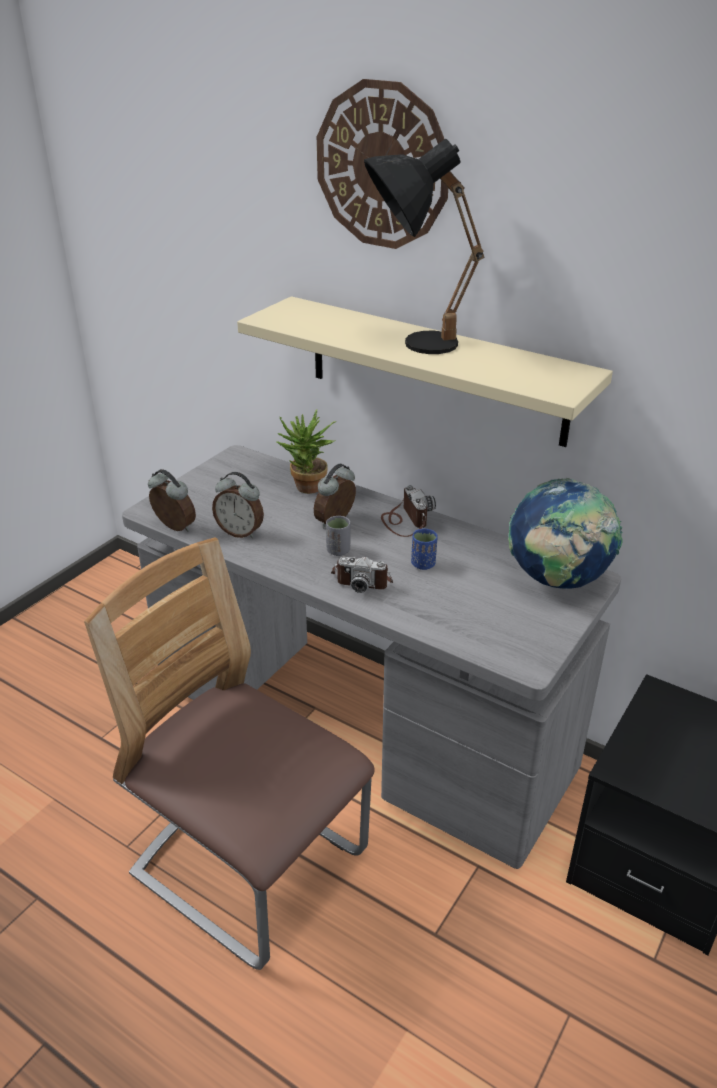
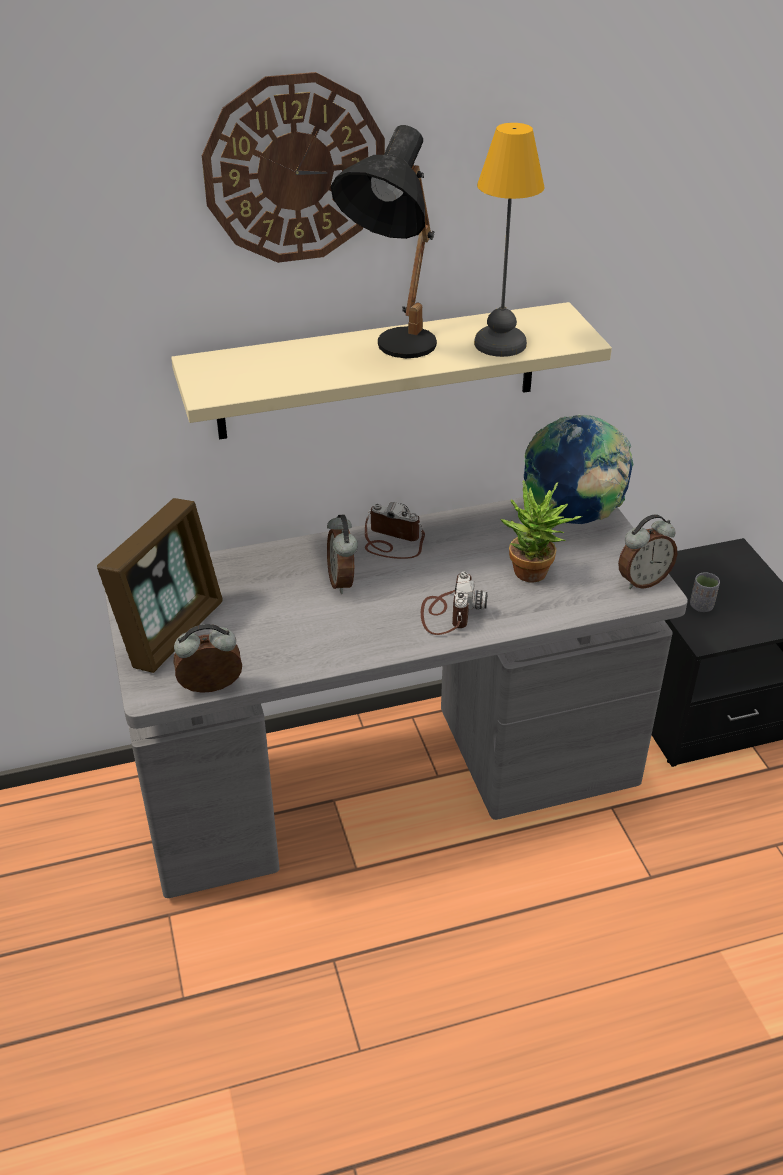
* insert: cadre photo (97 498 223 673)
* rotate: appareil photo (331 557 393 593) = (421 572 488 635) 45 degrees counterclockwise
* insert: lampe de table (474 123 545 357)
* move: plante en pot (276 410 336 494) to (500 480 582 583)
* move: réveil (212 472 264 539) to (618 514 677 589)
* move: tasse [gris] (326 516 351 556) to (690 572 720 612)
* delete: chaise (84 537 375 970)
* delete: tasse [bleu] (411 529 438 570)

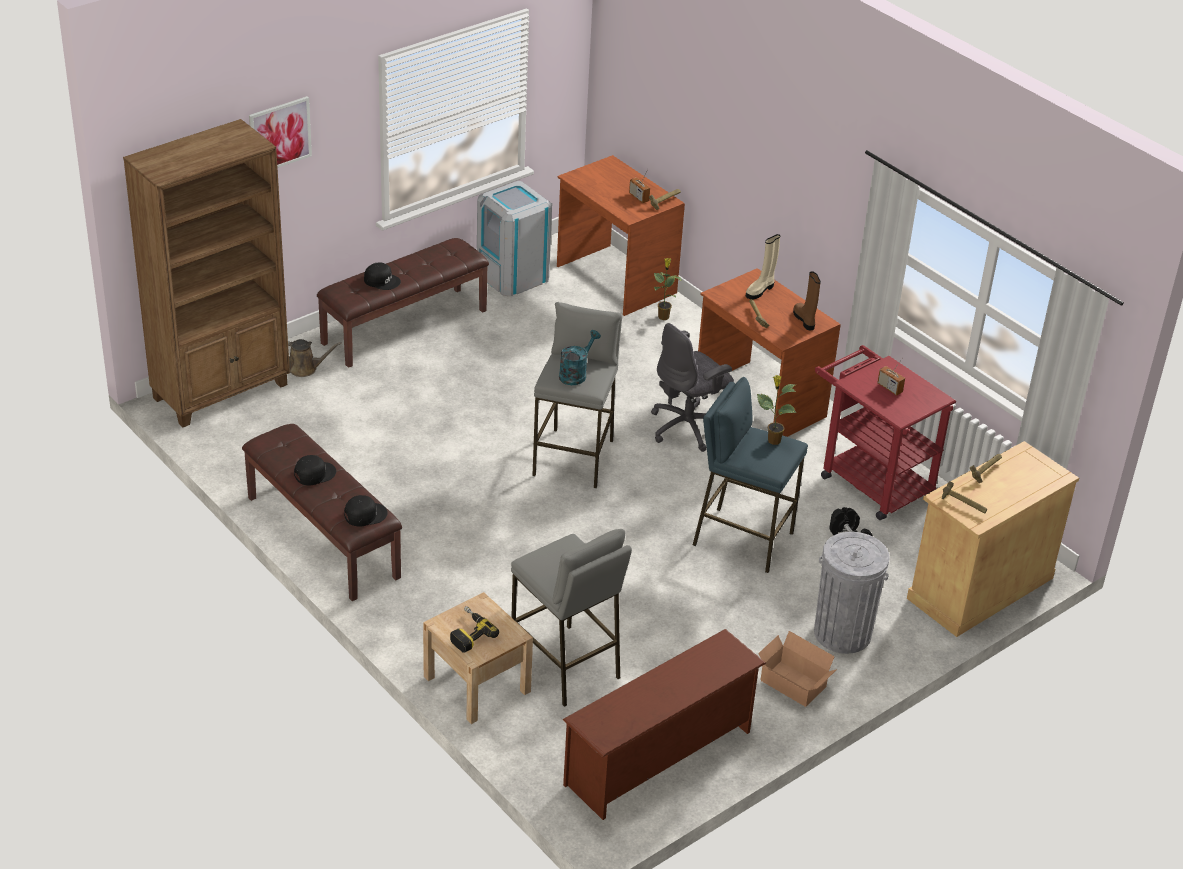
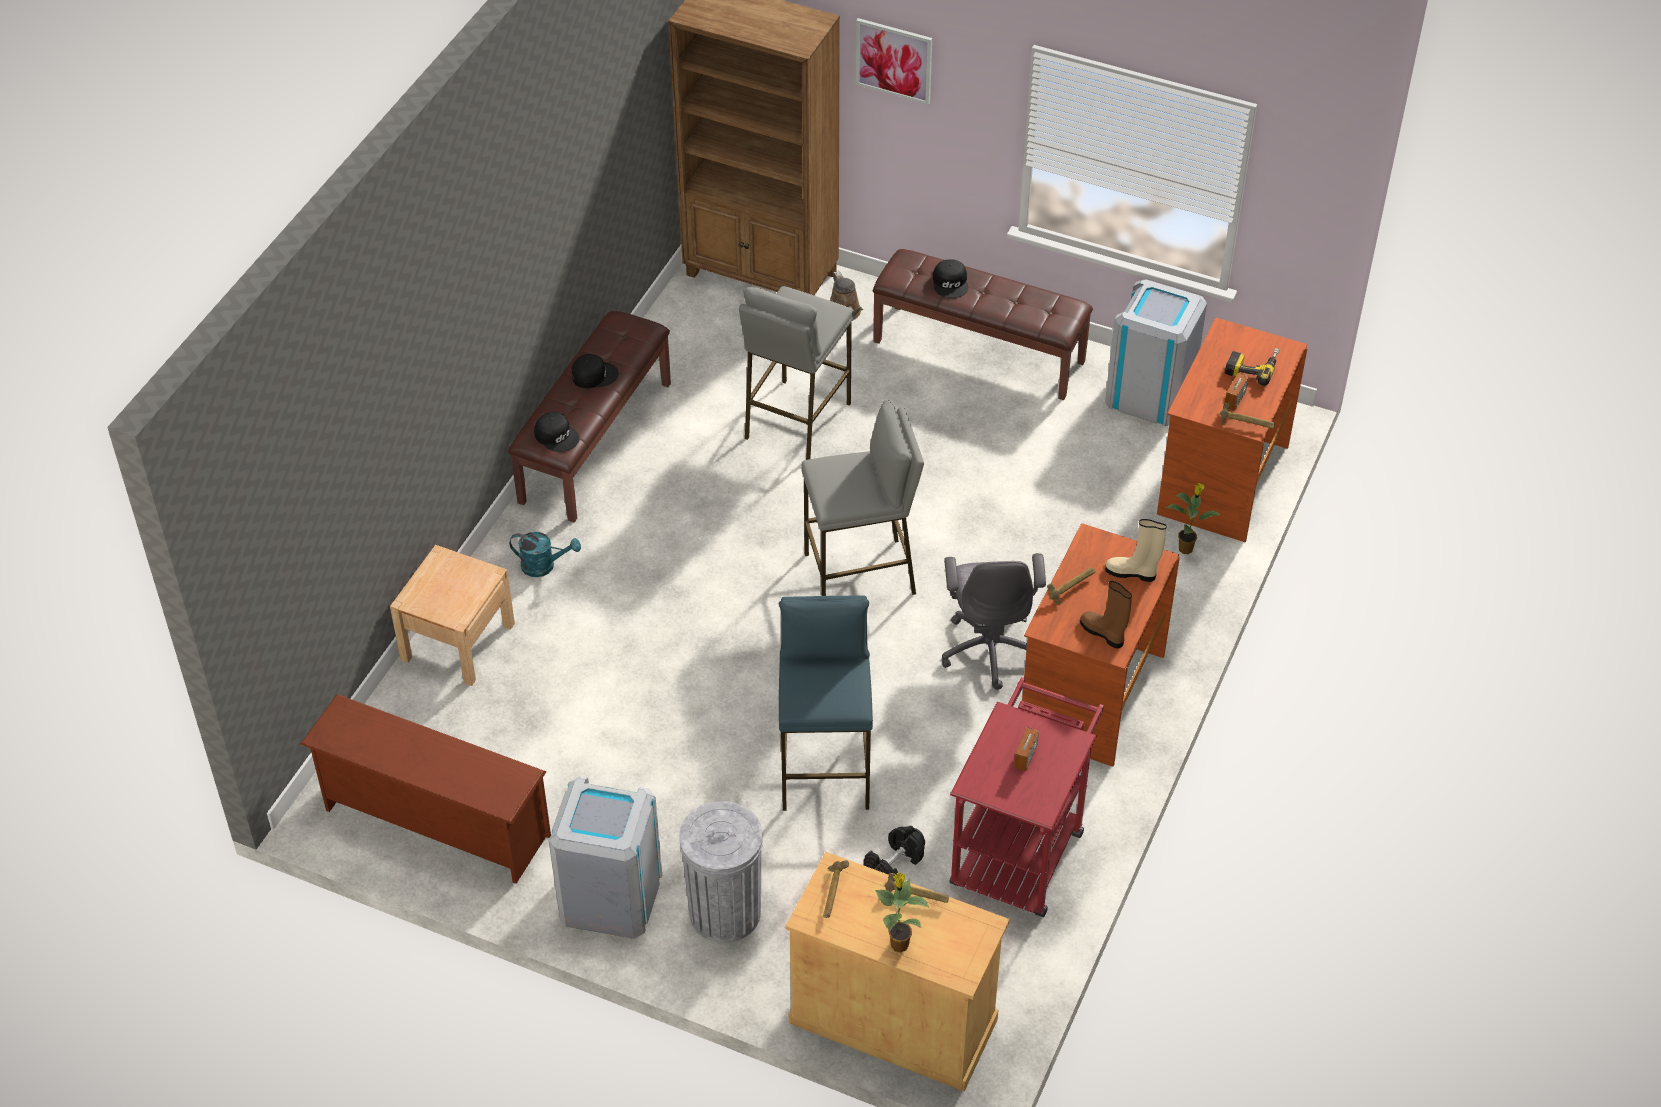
* move: arrosoir [turquoise] (559 330 601 385) to (509 532 581 577)
* replace: carton (758 631 837 707) to poubelle [gris] (549 777 662 939)
* rotate: casquette [noir] (294 455 336 485) = (572 354 618 388) 45 degrees counterclockwise
* move: tabouret [gris] (511 529 632 707) to (739 286 853 460)
* move: plante en pot (757 375 797 445) to (875 872 930 952)
* rotate: chaise de bureau [gris] (651 323 734 452) = (941 553 1046 690) 120 degrees counterclockwise
* rotate: botte [marron] (793 271 821 330) = (1080 581 1132 648) 90 degrees counterclockwise
* move: perceuse (450 606 499 653) to (1225 348 1280 386)

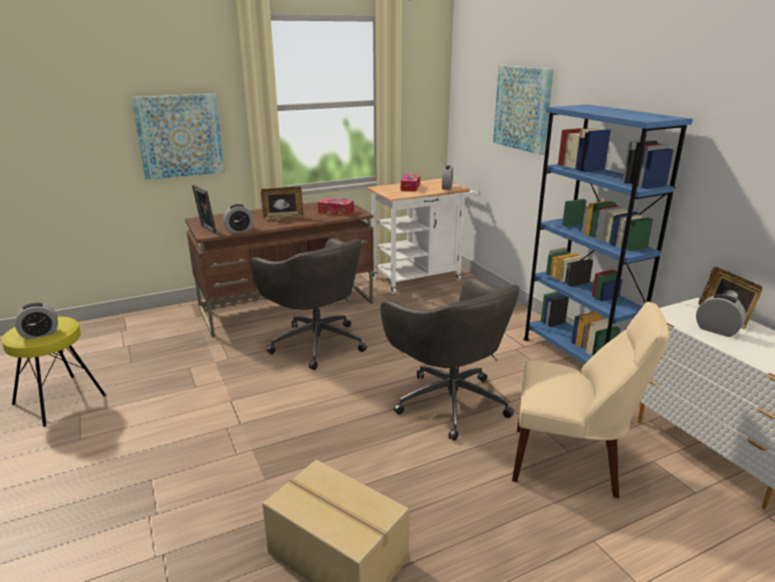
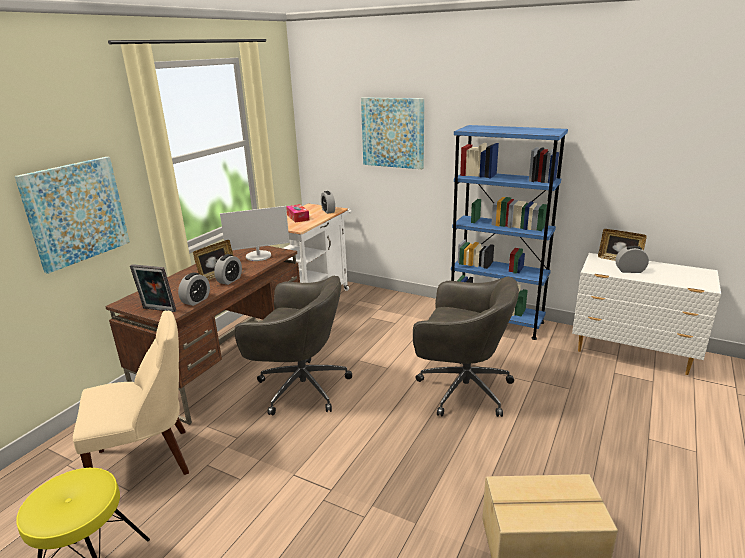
* move: chaise [beige] (512 302 669 498) to (73 311 189 475)
* move: réveil (15 303 58 339) to (214 254 242 285)
* replace: boîte à mouchoirs (318 198 354 216) to écran d'ordinateur (220 206 290 261)

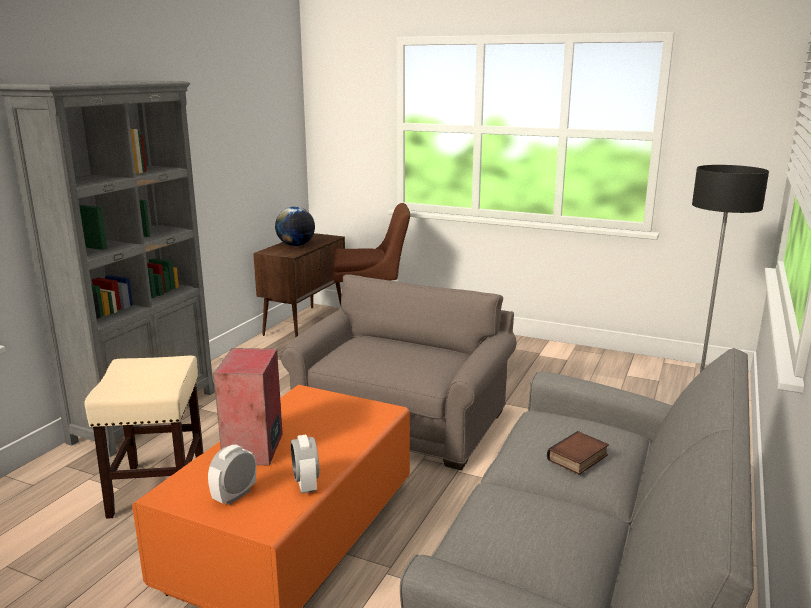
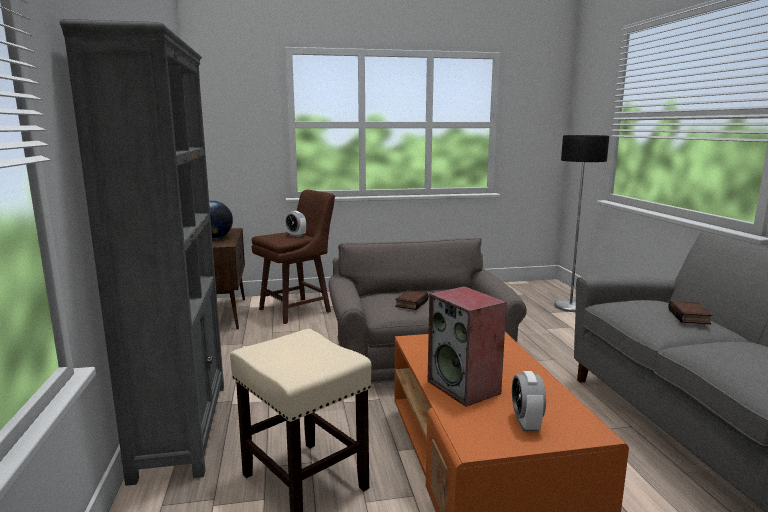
* move: réveil (291 435 319 494) to (286 211 306 237)
* insert: livre (395 290 429 310)

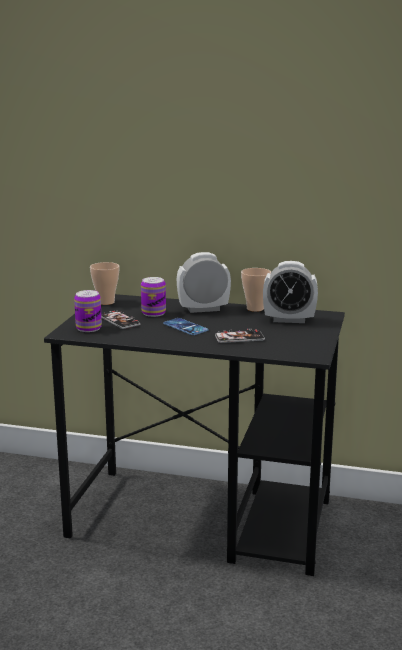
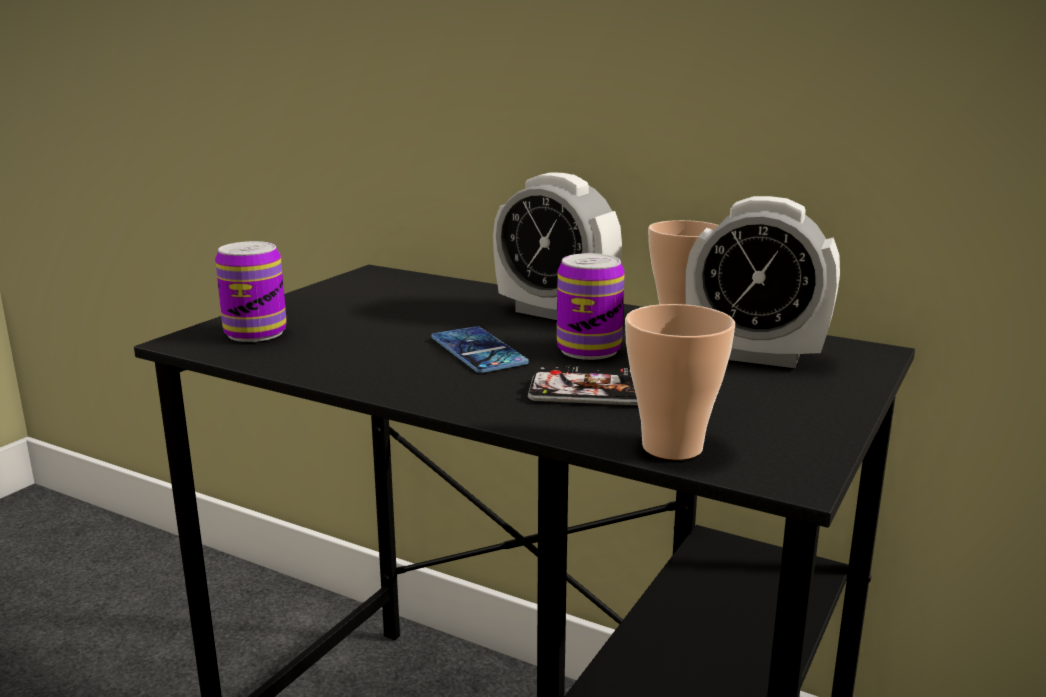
* rotate: réveil (177 252 231 313) = (493 172 622 320) 150 degrees counterclockwise
* move: boîte métallique (141 277 166 317) to (557 253 625 360)
* move: tasse (90 262 120 305) to (625 304 735 460)
* delete: téléphone (101 310 140 329)

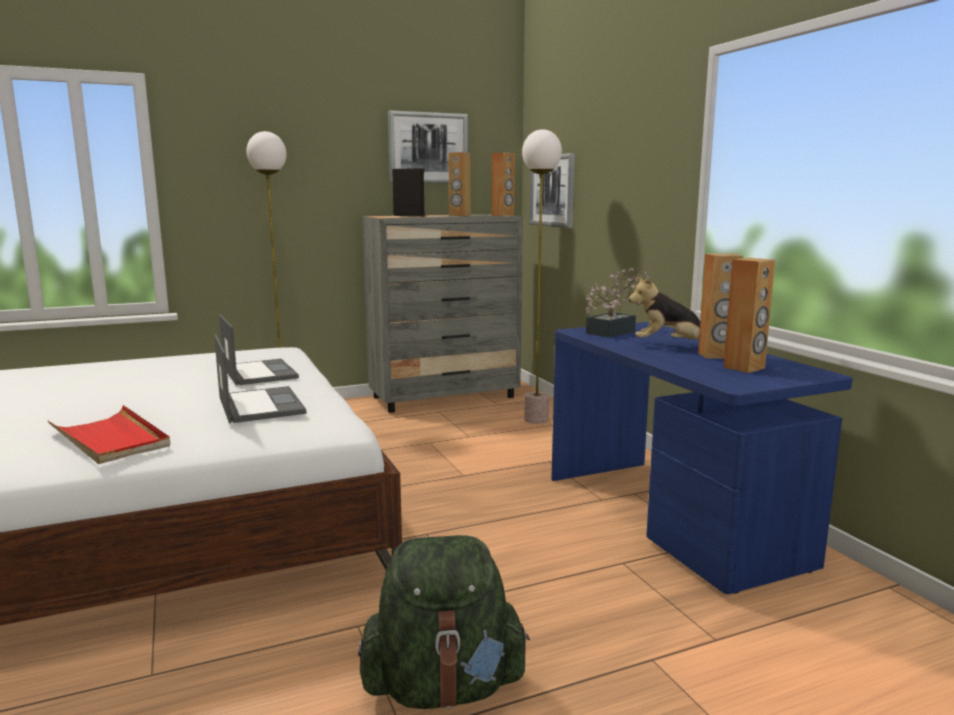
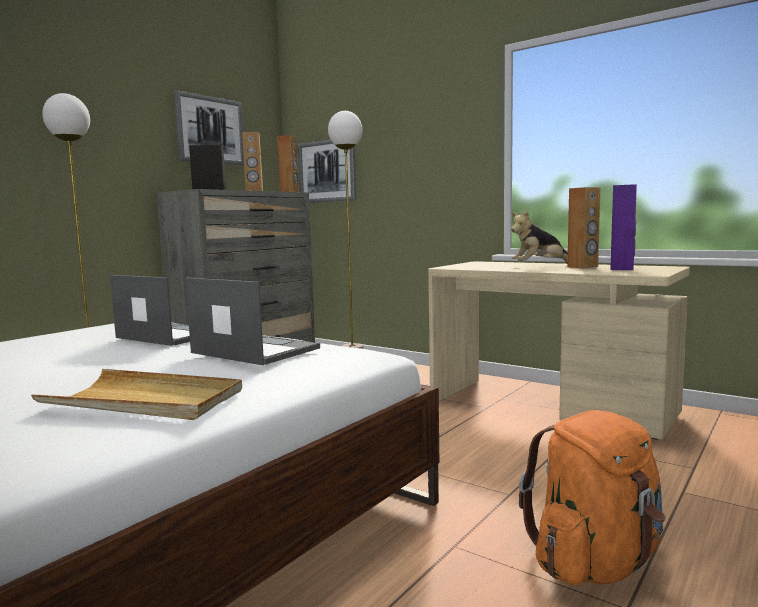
* recolor: plateau [rouge] (48 405 170 464) to plateau [beige] (31 369 242 420)
* recolor: bureau [bleu] (551 322 853 594) to bureau [beige] (428 261 690 440)
* recolor: sac à dos [vert] (358 535 530 709) to sac à dos [orange] (519 410 666 585)
* recolor: enceinte [marron] (723 258 775 373) to enceinte [violet] (610 184 637 270)
* delete: plante en pot (586 268 648 338)

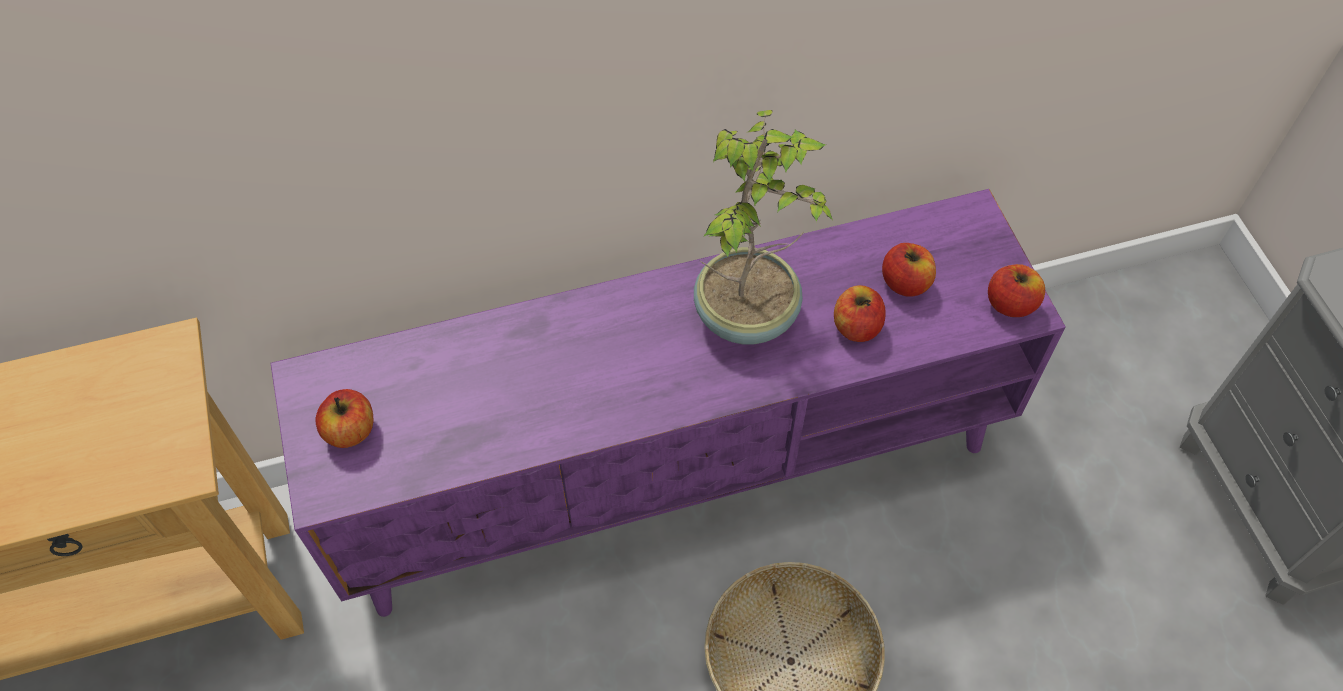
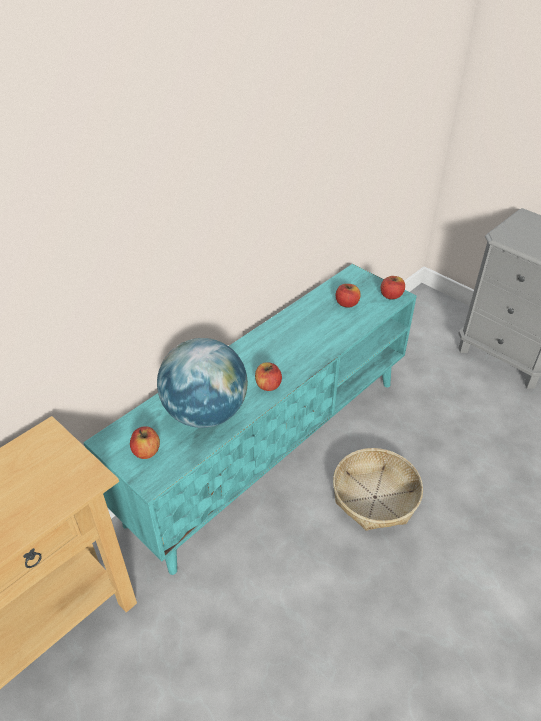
* recolor: meuble télé [violet] (271 189 1066 617) to meuble télé [turquoise] (83 264 417 575)
* insert: globe (157 338 248 428)
* move: pomme (834 285 886 342) to (255 362 282 391)
* delete: plante en pot (694 110 833 344)

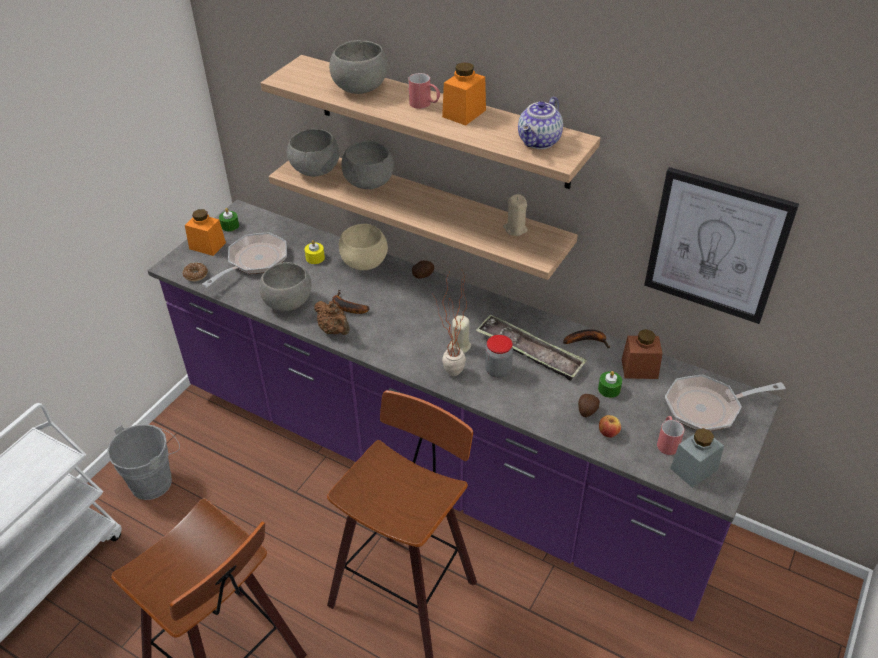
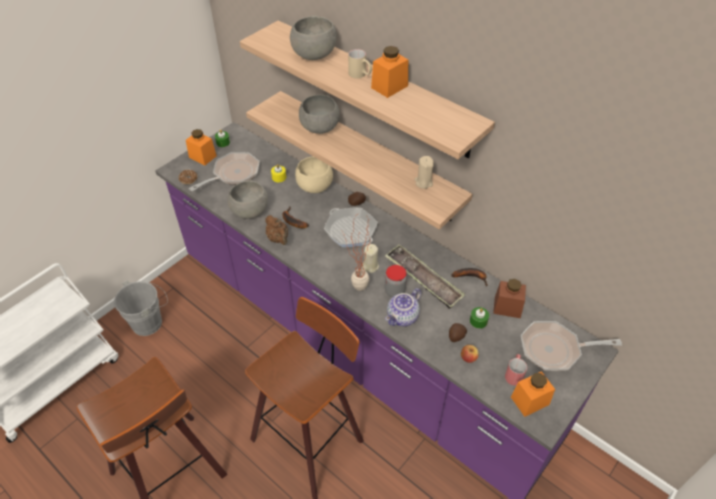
* insert: poêle (324 207 378 247)
* recolor: mug [rouge] (408 73 440 109) to mug [beige] (348 49 372 79)
* move: théière (518 96 563 149) to (385 288 421 326)
* recolor: bocal [gris] (670 428 724 488) to bocal [orange] (511 371 555 417)
* delete: bol [gris] (287 129 340 177)
* delete: tableau (644 167 799 324)

